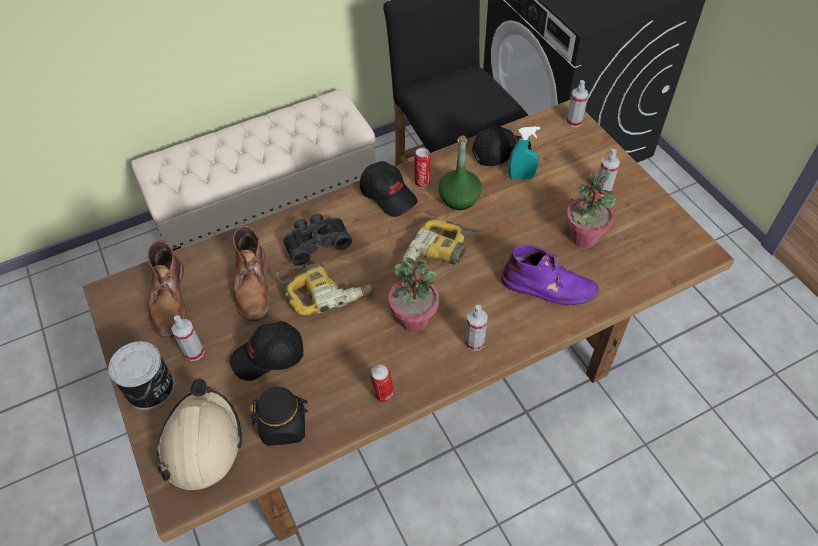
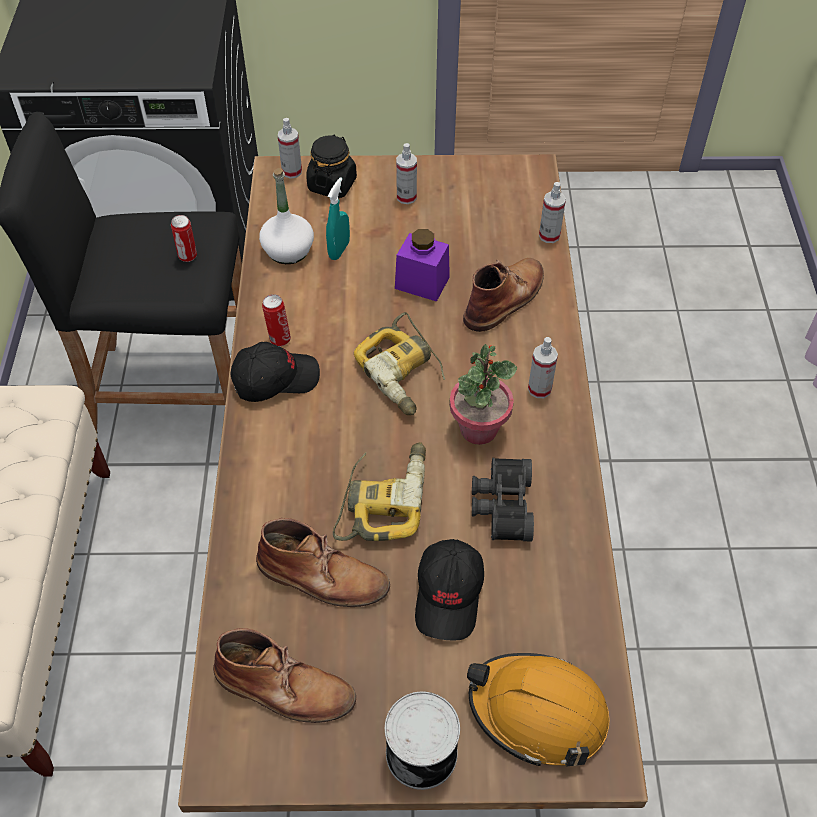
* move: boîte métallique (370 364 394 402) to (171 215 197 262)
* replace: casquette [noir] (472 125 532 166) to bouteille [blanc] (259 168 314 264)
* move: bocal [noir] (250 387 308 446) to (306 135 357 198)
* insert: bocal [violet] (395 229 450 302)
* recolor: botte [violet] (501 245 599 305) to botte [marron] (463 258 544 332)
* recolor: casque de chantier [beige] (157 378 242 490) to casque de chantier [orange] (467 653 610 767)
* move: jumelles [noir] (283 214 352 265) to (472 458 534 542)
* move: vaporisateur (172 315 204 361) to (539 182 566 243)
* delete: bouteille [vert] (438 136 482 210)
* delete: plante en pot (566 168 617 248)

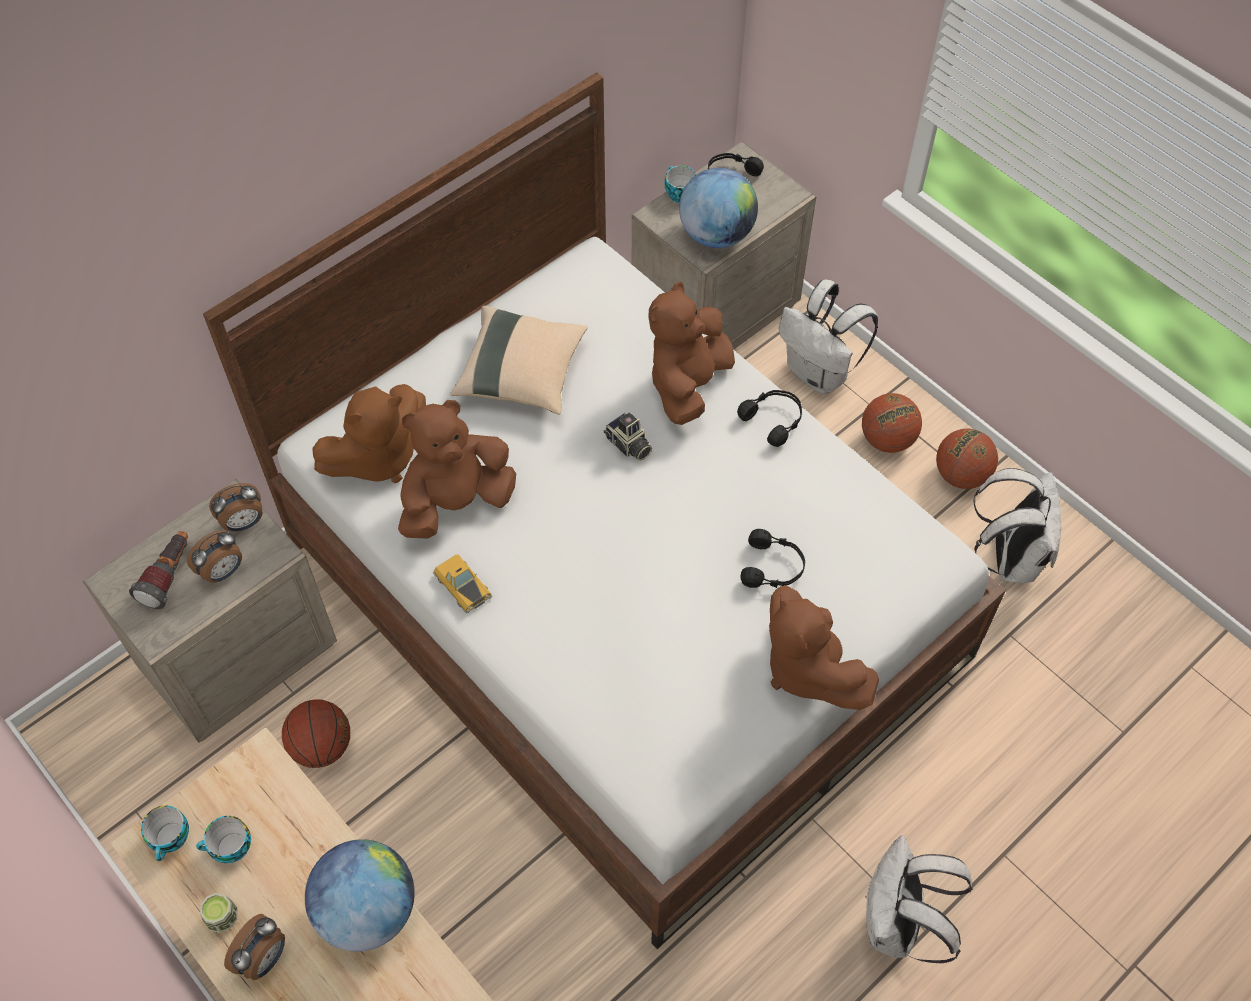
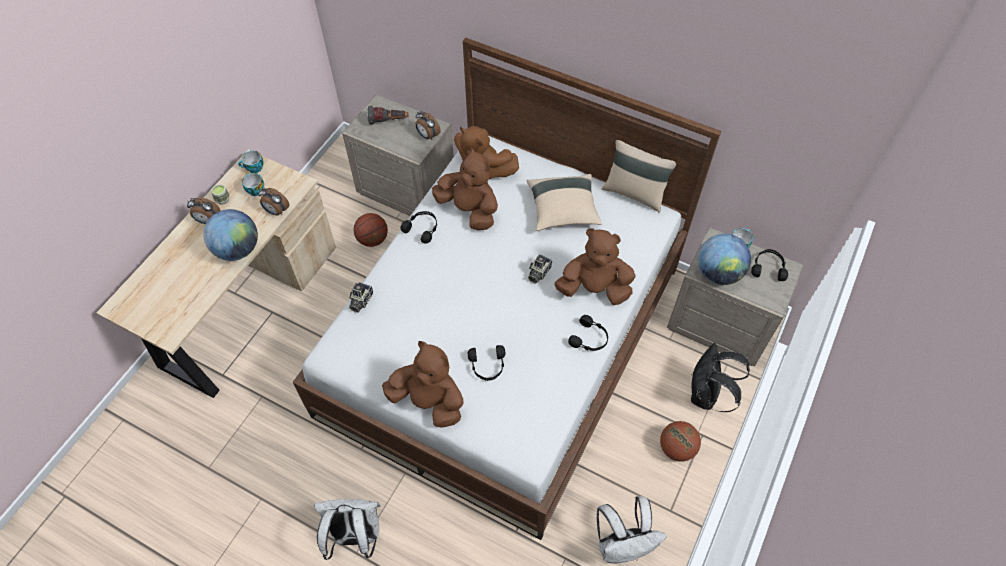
* move: réveil (187 530 242 583) to (258 188 289 215)
* insert: appareil photo (349 282 373 313)
* rotate: peluche [marron] (769 585 879 710) = (382 341 463 428) 75 degrees clockwise
* replace: petite voiture (433 554 492 613) to casque audio [noir] (401 211 437 244)
* insert: coussin [beige] (601 140 676 213)
* recolor: sac à dos [blanc] (779 279 878 394) to sac à dos [noir] (691 343 750 412)
* delete: ballon de basket (936 429 998 489)

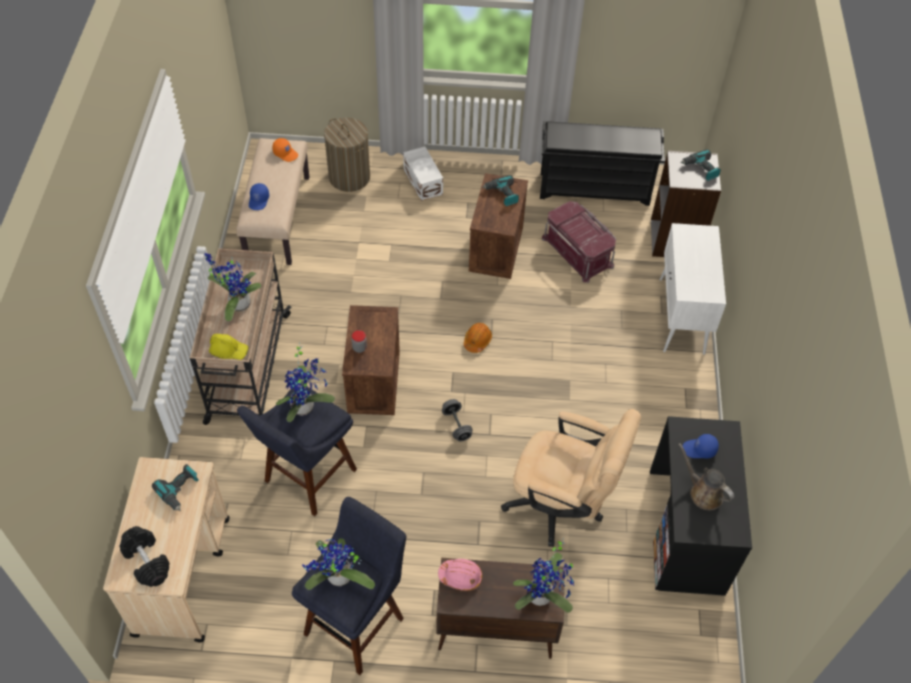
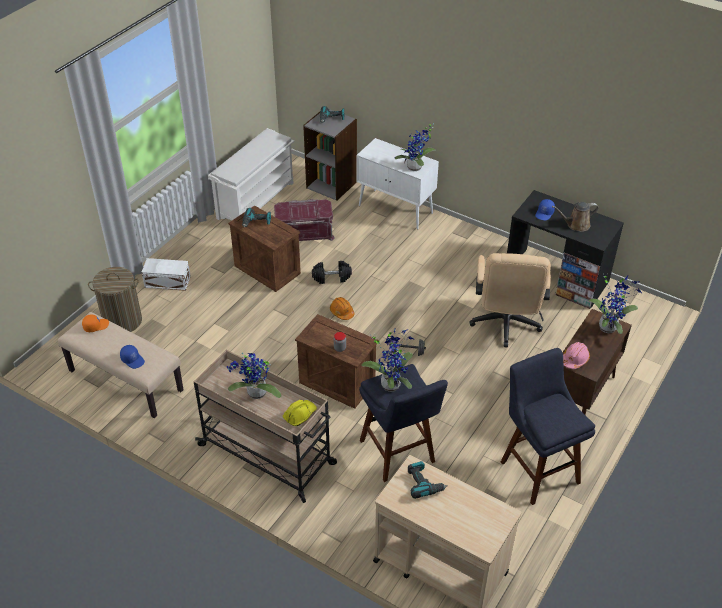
* recolor: étagère à chaussures [noir] (540 121 665 206) to étagère à chaussures [blanc] (208 128 294 221)
* move: haltère [noir] (120 526 170 587) to (312 261 352 284)
* move: plante en pot (302 538 375 590) to (395 123 436 171)
* rotate: chaise de bureau [beige] (501 409 641 547) = (469 253 551 348) 135 degrees clockwise

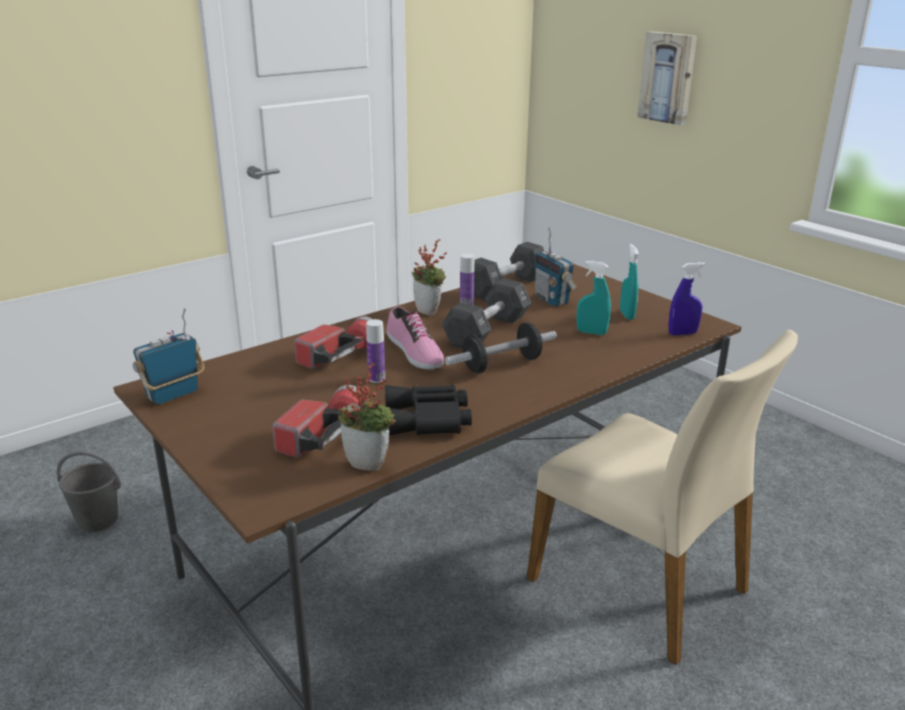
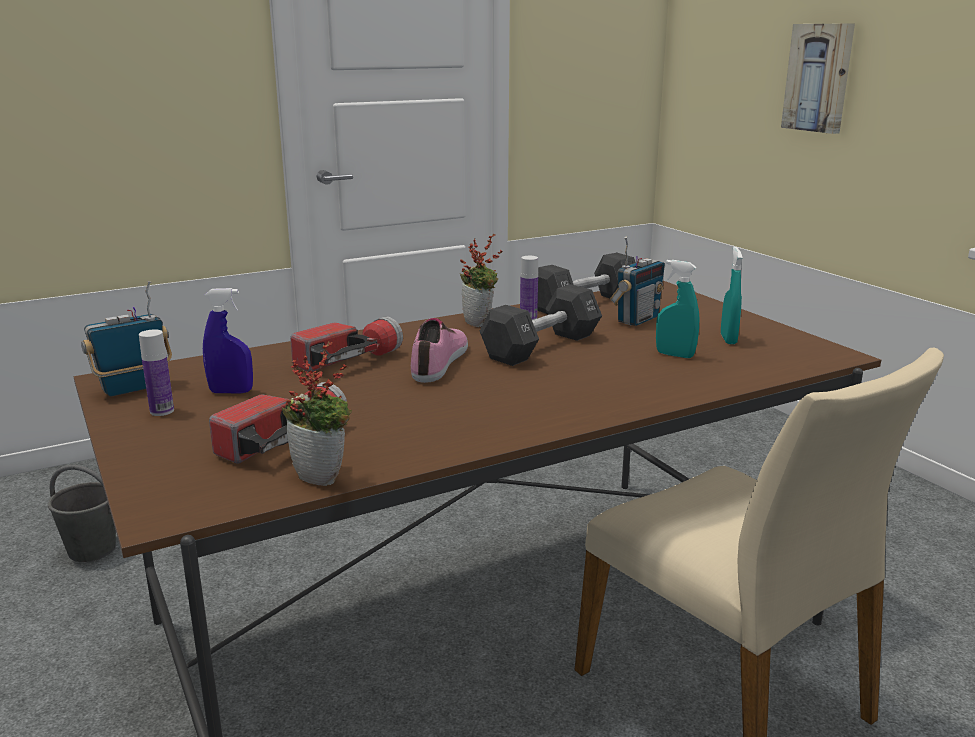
* move: bouteille (366 319 385 383) to (139 329 174 416)
* move: vaporisateur [bleu] (668 262 705 335) to (203 288 253 393)
* rotate: chaussure (386 306 444 370) = (411 318 468 383) 150 degrees counterclockwise
* rotate: radio (535 228 577 307) = (610 236 665 326) 120 degrees counterclockwise
* delete: jumelles [noir] (385 385 472 436)
* delete: haltère (445 322 557 374)

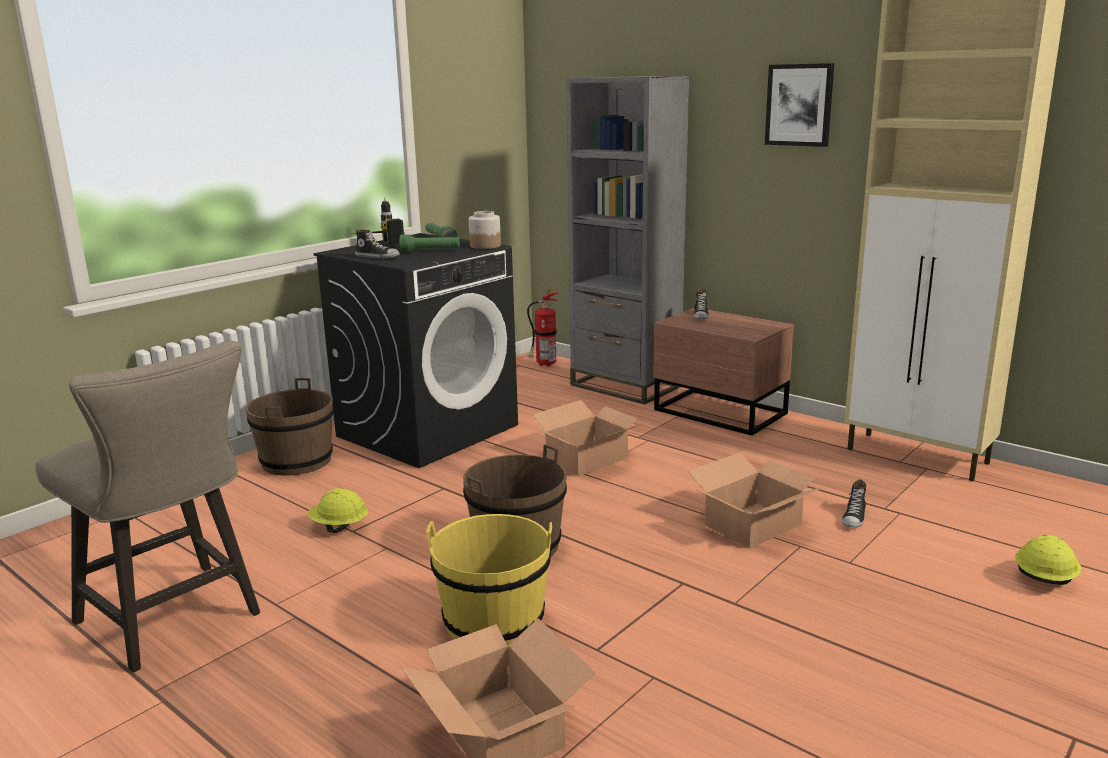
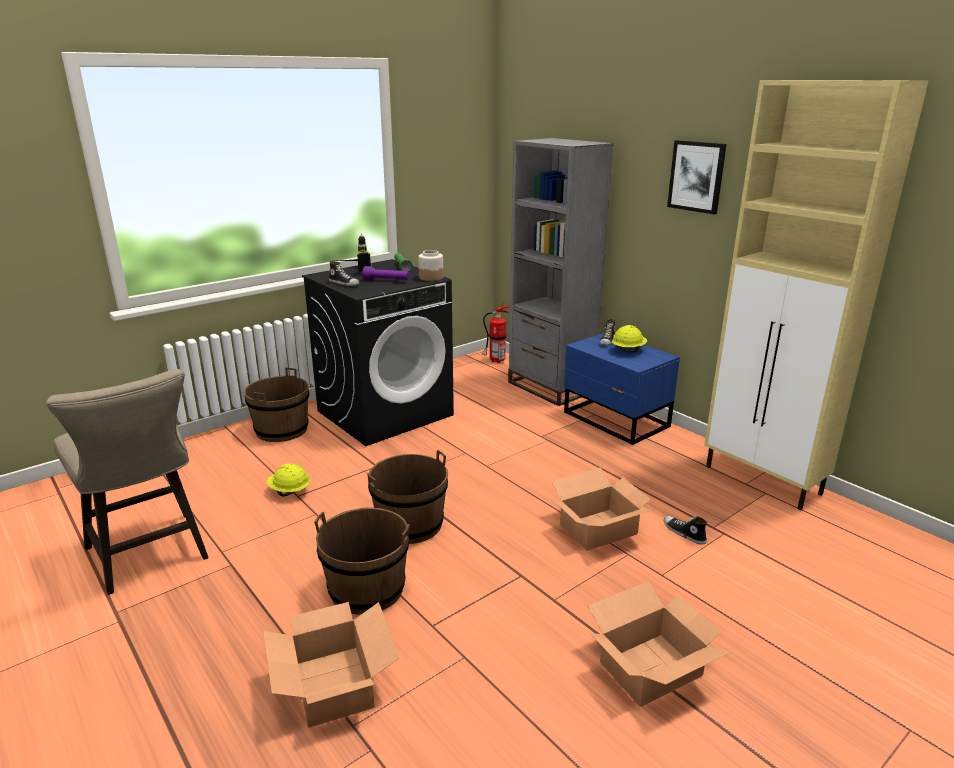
* recolor: seau [jaune] (426 514 552 646) to seau [marron] (314 508 410 615)
* recolor: lampe de poche [vert] (399 234 460 252) to lampe de poche [violet] (363 266 409 280)
* recolor: table de chevet [marron] (653 308 794 436) to table de chevet [bleu] (564 333 680 445)
* move: carton (533 400 641 476) to (588 581 731 707)
* move: casque de chantier [jaune] (1015 535 1081 585) to (612 325 647 353)
* rotate: chaussure (842 479 866 528) = (664 516 707 545) 105 degrees clockwise

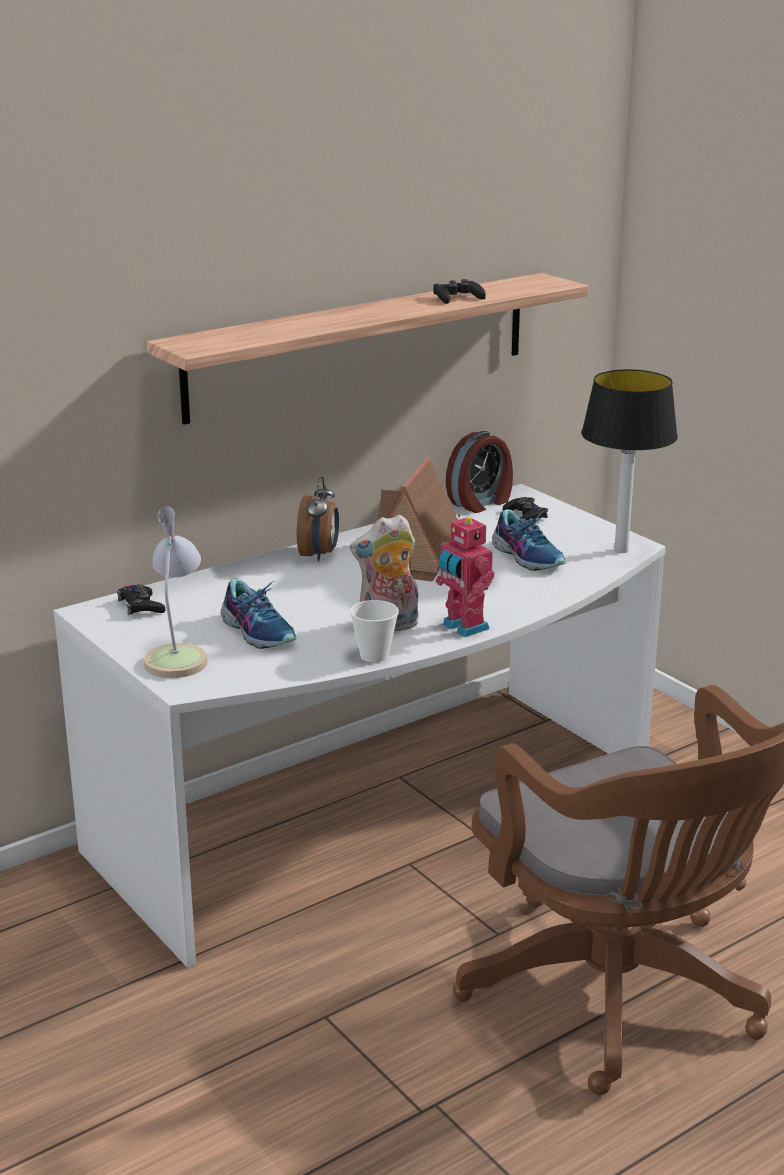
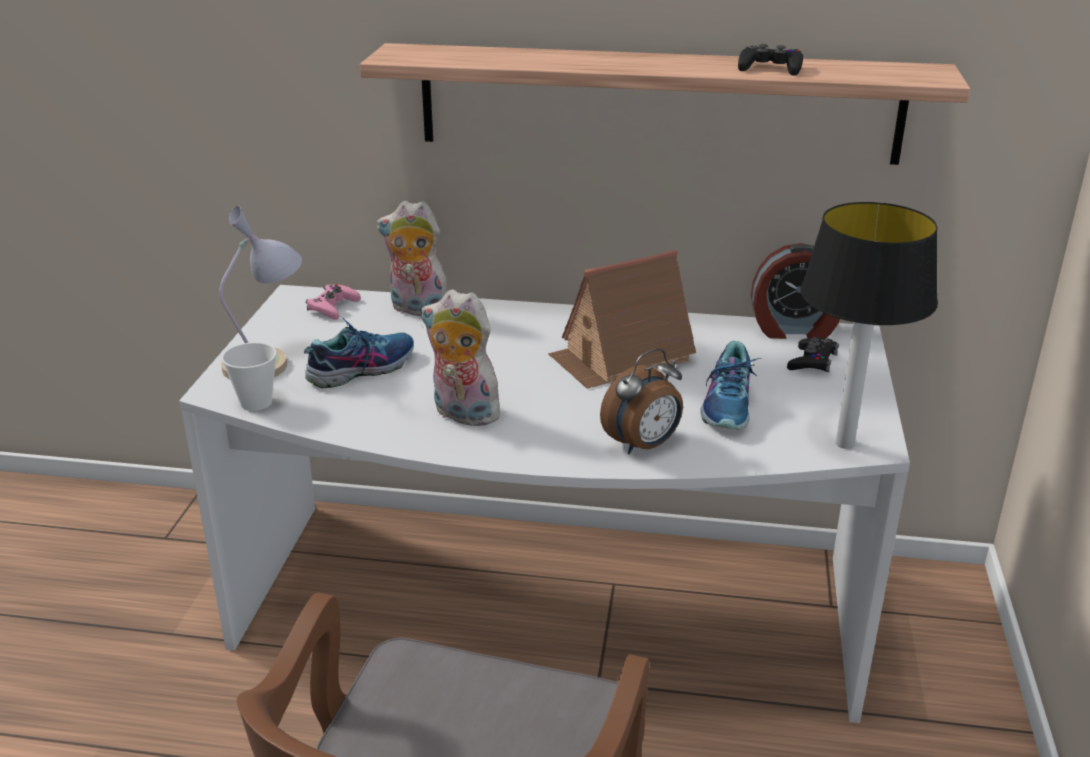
* move: tasse (350 600 399 662) to (222 342 277 411)
* rotate: chaussure (221 579 296 649) = (304 316 414 388) 135 degrees counterclockwise
* recolor: manette [noir] (117 584 165 615) to manette [rose] (306 284 361 320)
* insert: peluche (377 201 447 316)
* move: réveil (297 476 339 561) to (600 348 683 454)
* delete: robot jouet (436 514 494 637)

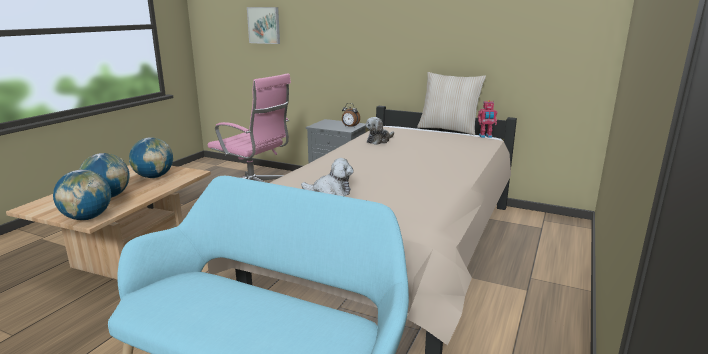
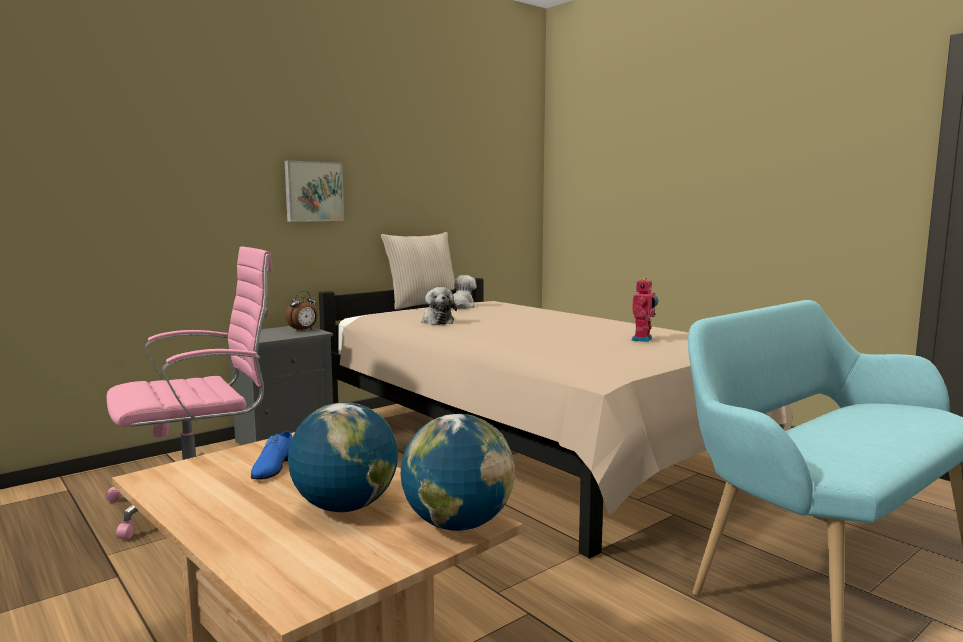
* replace: globe (129 137 173 178) to chaussure [bleu] (251 431 292 480)
* move: tableau (247 7 280 44) to (285 161 344 222)
* move: peluche (301 158 354 196) to (450 275 477 309)
* move: robot jouet (478 100 497 138) to (631 277 658 342)

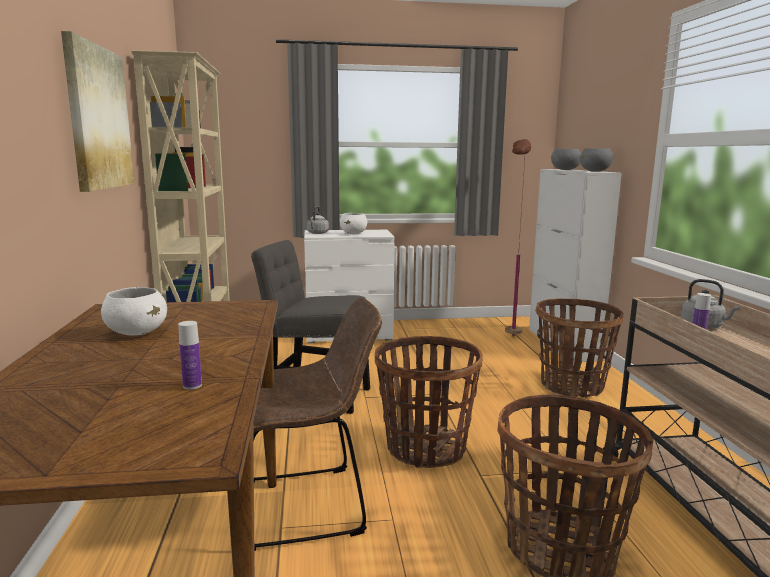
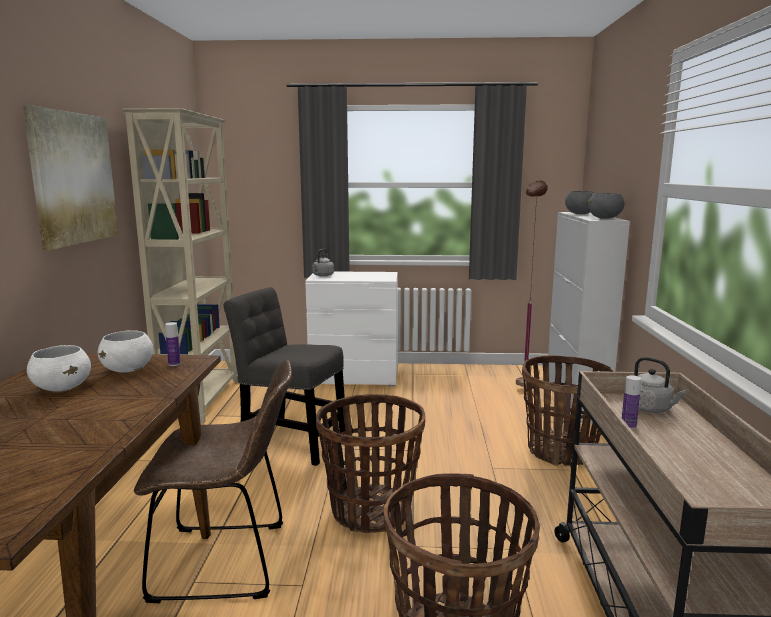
* move: bol [blanc] (340 213 367 234) to (98 330 153 373)
* move: bouteille (178 321 202 390) to (165 322 181 366)

